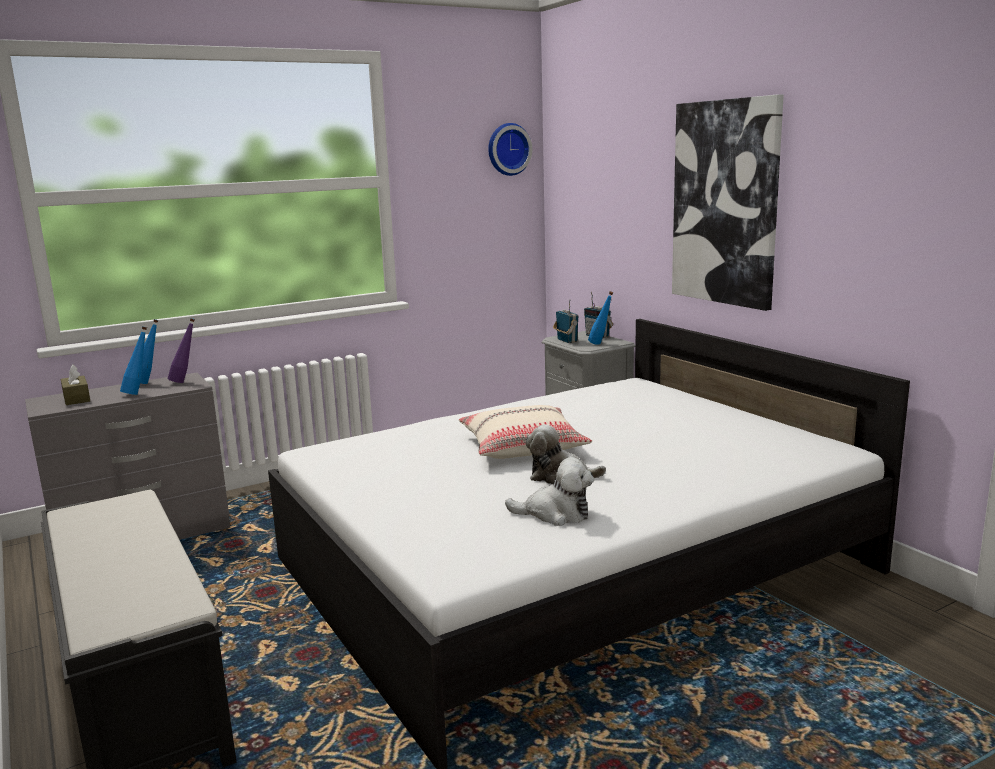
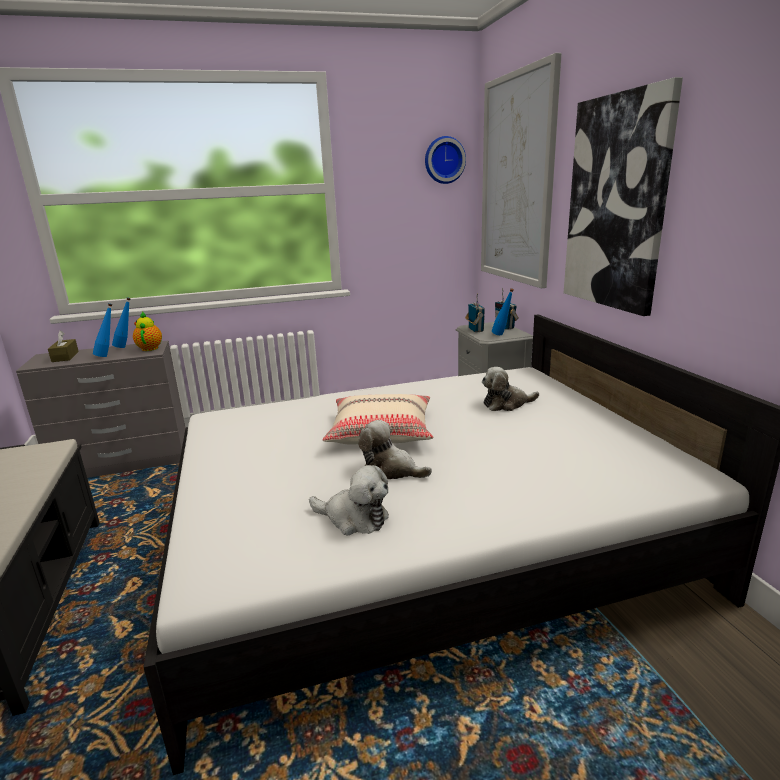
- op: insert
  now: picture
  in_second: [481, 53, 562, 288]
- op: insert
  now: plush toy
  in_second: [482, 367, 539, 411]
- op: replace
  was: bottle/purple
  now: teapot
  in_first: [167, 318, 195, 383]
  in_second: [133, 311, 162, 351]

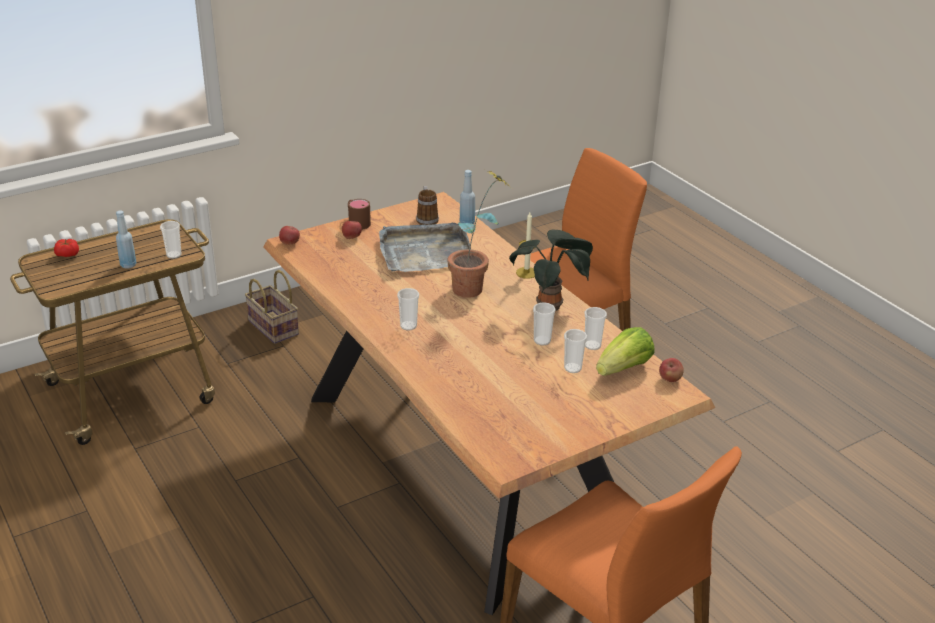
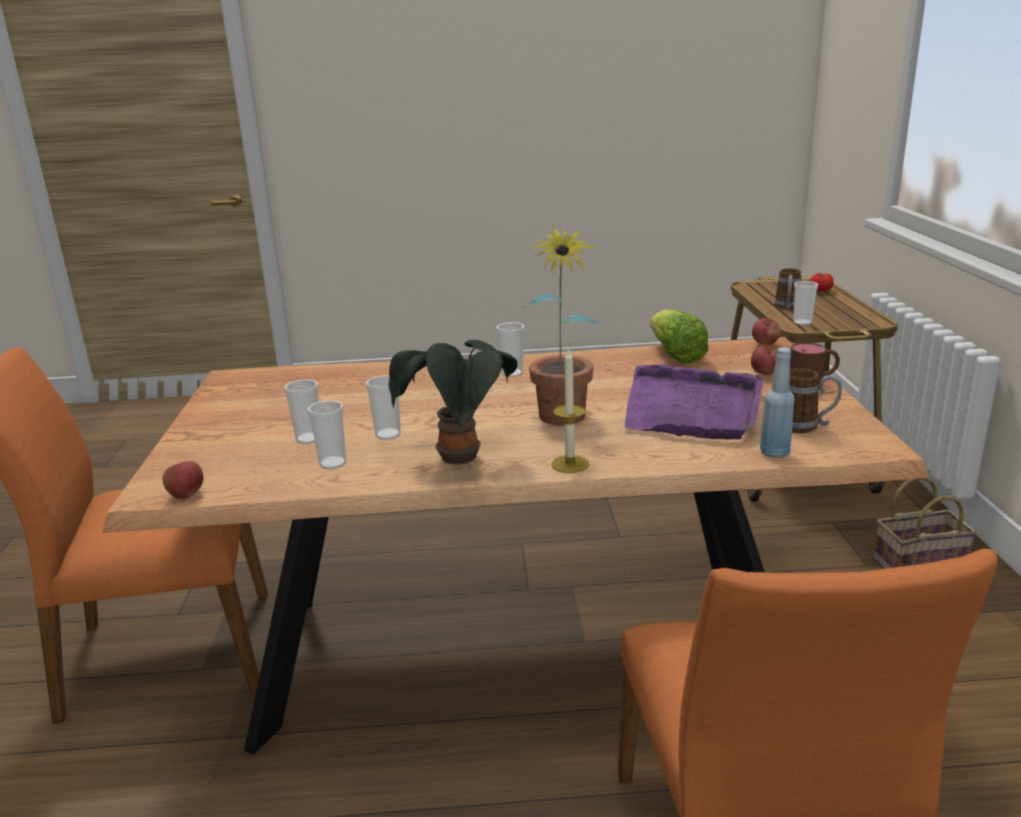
- op: move
  was: lettuce
  in_first: [596, 327, 655, 376]
  in_second: [650, 309, 709, 363]
- op: replace
  was: bottle/blue
  now: mug
  in_first: [116, 210, 137, 269]
  in_second: [774, 268, 801, 309]
- op: recolor
  was: tray/grey
  now: tray/purple
  in_first: [379, 223, 471, 272]
  in_second: [624, 364, 764, 439]

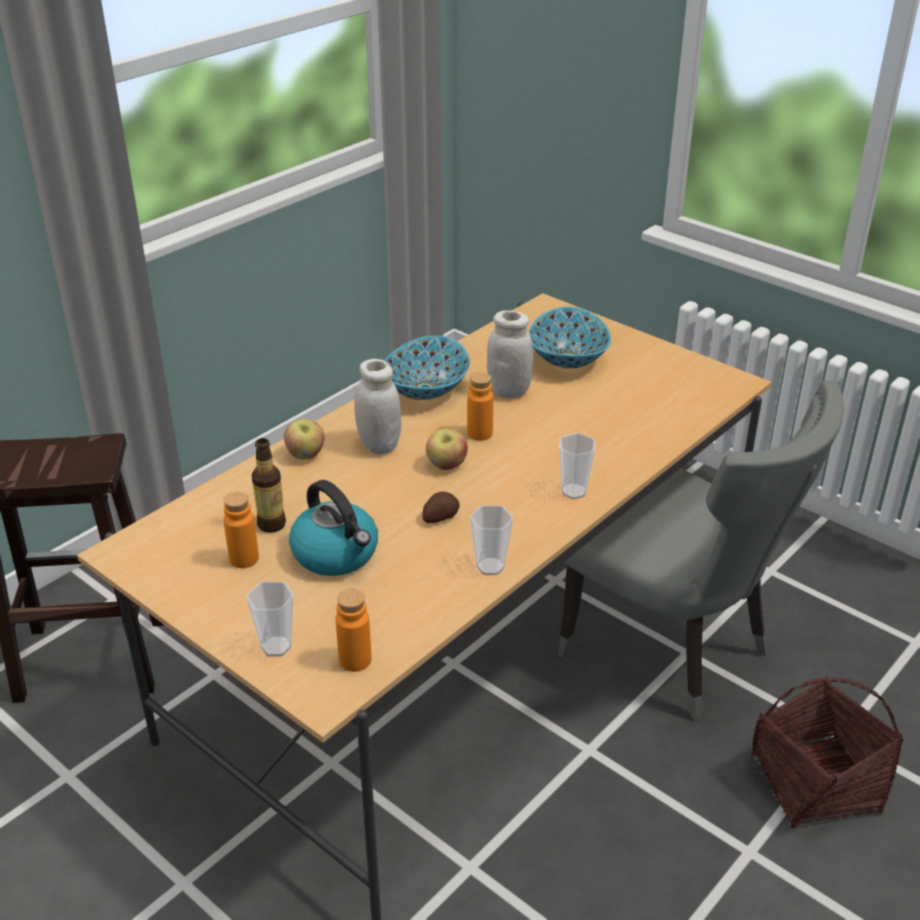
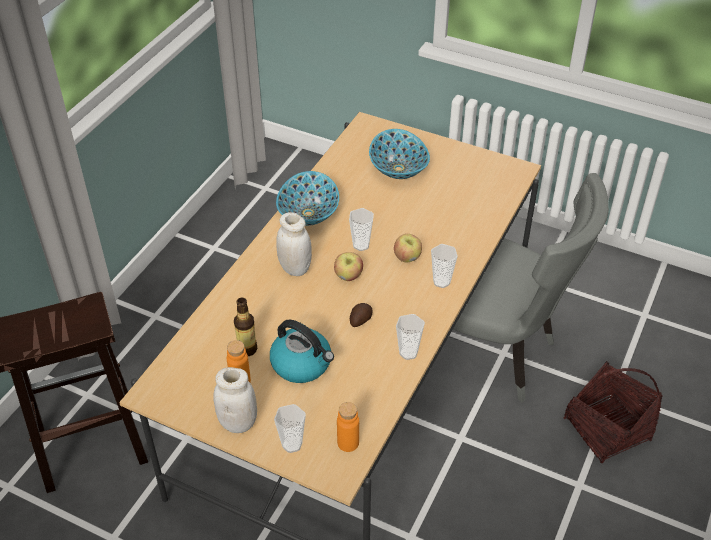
- op: move
  was: apple
  in_first: [284, 419, 324, 460]
  in_second: [394, 234, 422, 262]
- op: move
  was: jar/white
  in_first: [487, 310, 533, 398]
  in_second: [213, 367, 257, 433]
- op: replace
  was: bottle/orange
  now: cup
  in_first: [467, 372, 493, 441]
  in_second: [349, 208, 374, 251]

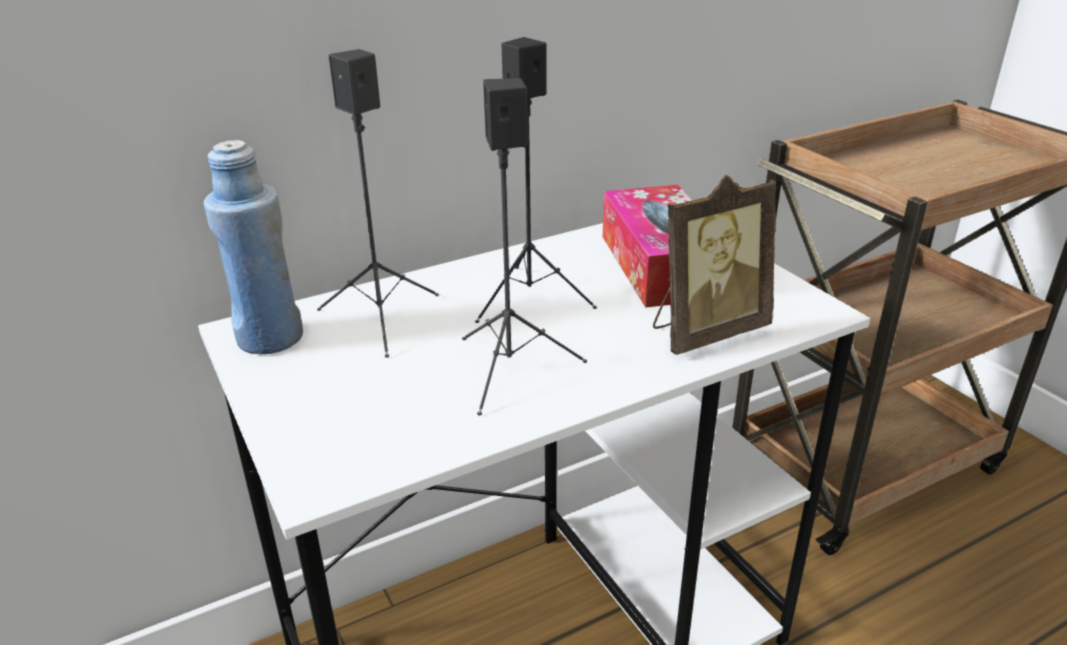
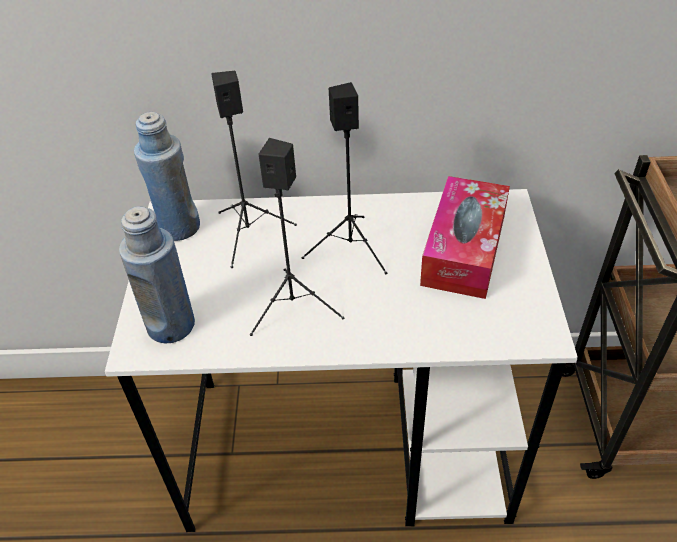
- op: delete
  was: picture frame
  in_first: [653, 175, 777, 355]
- op: insert
  now: bottle/blue
  in_second: [119, 206, 195, 343]

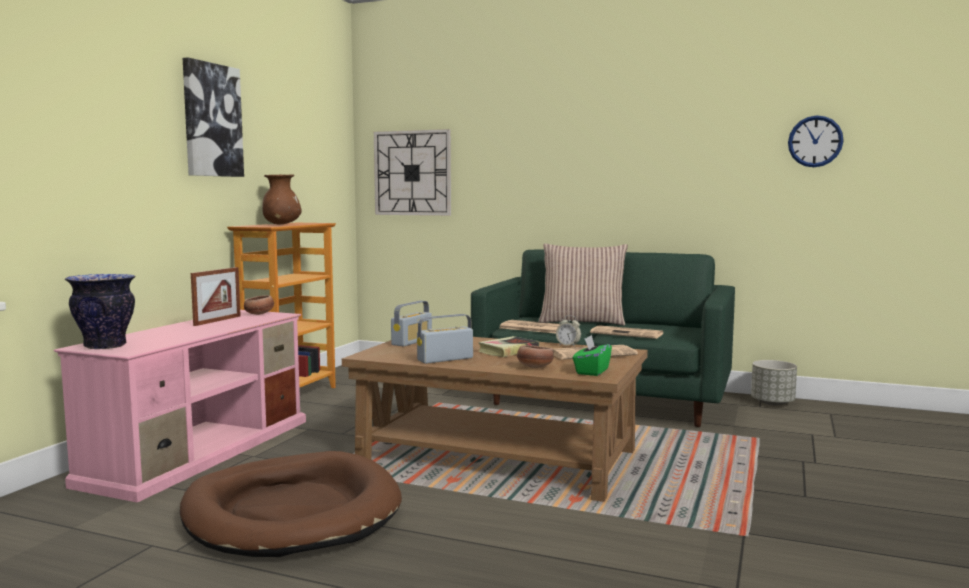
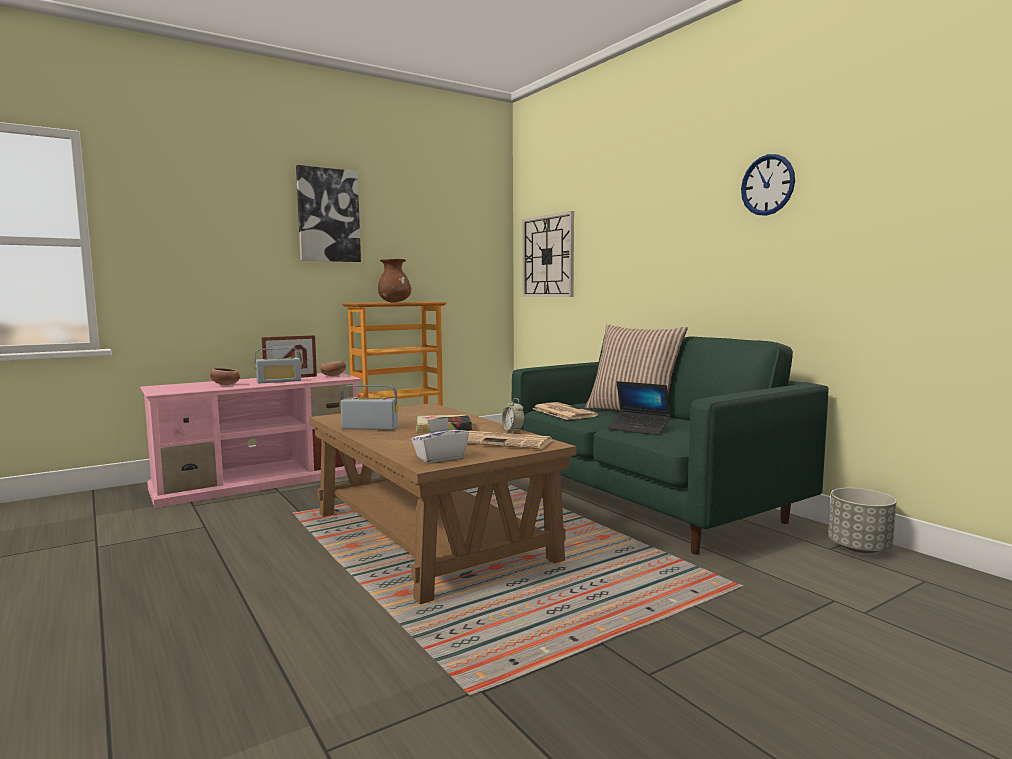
- op: delete
  was: vase
  in_first: [65, 274, 136, 349]
- op: delete
  was: dog bed/brown
  in_first: [180, 451, 402, 557]
- op: move
  was: radio
  in_first: [391, 301, 432, 346]
  in_second: [255, 348, 302, 383]
- op: move
  was: bowl
  in_first: [517, 345, 554, 368]
  in_second: [210, 368, 240, 385]
- op: move
  was: wall clock
  in_first: [788, 115, 844, 167]
  in_second: [741, 154, 795, 216]
- op: replace
  was: newspaper
  now: laptop
  in_first: [590, 325, 664, 339]
  in_second: [607, 381, 671, 435]
- op: recolor
  was: tissue box/green
  now: tissue box/white
  in_first: [573, 335, 612, 376]
  in_second: [411, 417, 469, 463]

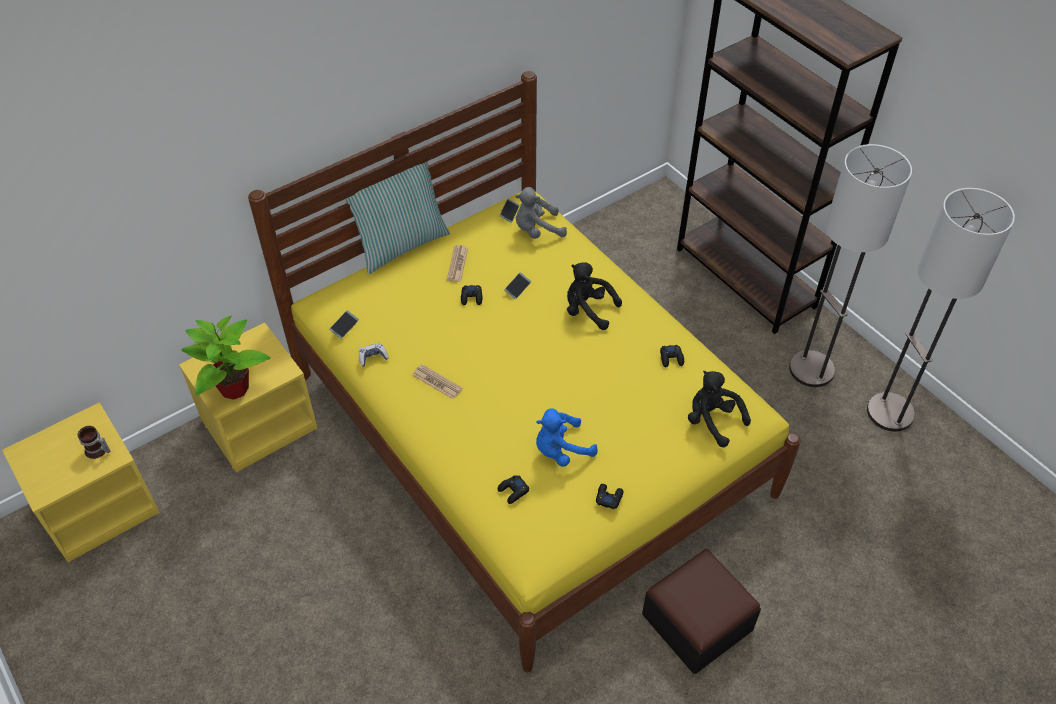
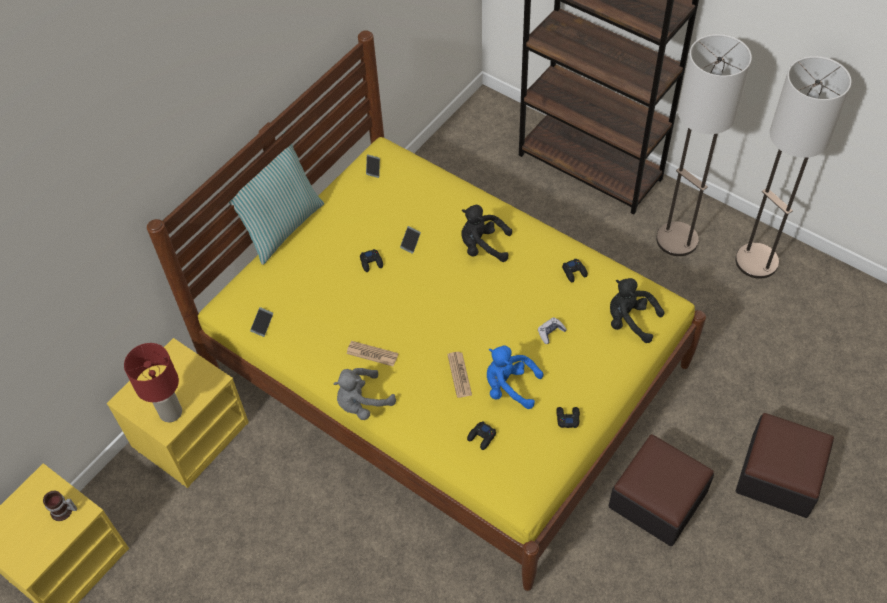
- op: insert
  now: ottoman
  in_second: [736, 413, 834, 518]
- op: move
  was: game controller
  in_first: [359, 343, 389, 366]
  in_second: [538, 317, 567, 344]
- op: move
  was: newspaper
  in_first: [447, 245, 468, 282]
  in_second: [447, 352, 472, 398]
- op: move
  was: plush toy/grey
  in_first: [515, 187, 567, 239]
  in_second: [333, 368, 396, 420]
- op: replace
  was: potted plant
  now: table lamp/red
  in_first: [181, 316, 270, 400]
  in_second: [124, 343, 182, 422]
- op: rotate
  was: plush toy/blue
  in_first: [536, 409, 598, 467]
  in_second: [487, 346, 543, 409]
  clockwise: 60

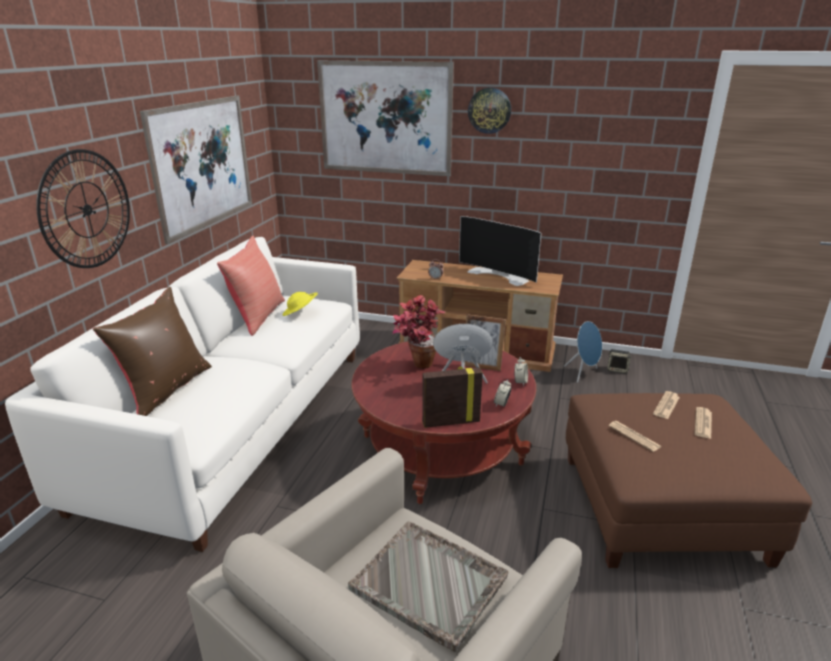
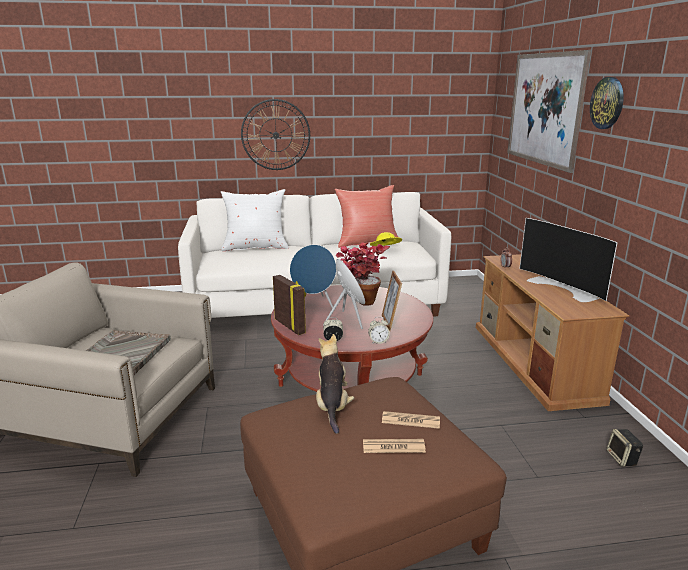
- op: delete
  was: picture
  in_first: [140, 95, 252, 244]
- op: move
  was: speaker/blue
  in_first: [564, 321, 602, 383]
  in_second: [290, 245, 336, 308]
- op: replace
  was: newspaper
  now: plush toy
  in_first: [609, 421, 662, 452]
  in_second: [316, 334, 354, 434]
- op: recolor
  was: pillow/brown
  now: pillow/white
  in_first: [93, 287, 212, 416]
  in_second: [221, 189, 289, 251]
- op: rotate
  was: television
  in_first: [459, 216, 541, 286]
  in_second: [519, 218, 617, 302]
  clockwise: -45

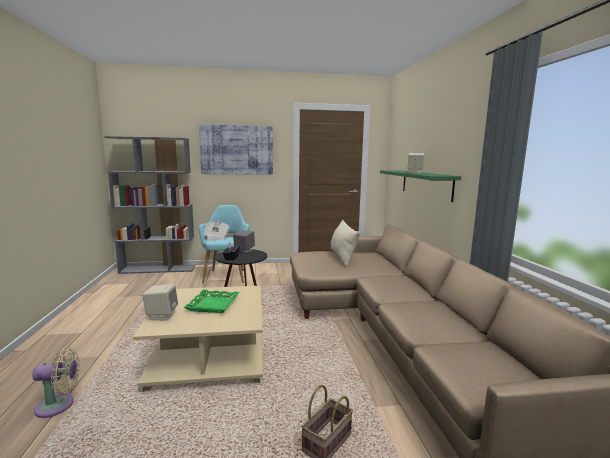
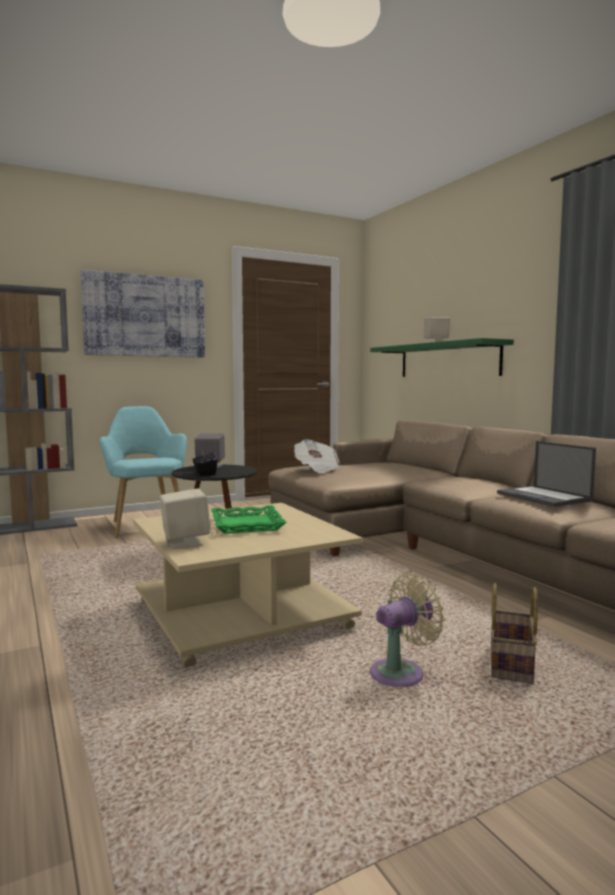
- op: delete
  was: pillow/beige
  in_first: [331, 220, 360, 267]
- op: insert
  now: laptop
  in_second: [497, 441, 596, 507]
- op: move
  was: fan/beige
  in_first: [32, 347, 80, 418]
  in_second: [370, 573, 445, 687]
- op: move
  was: newspaper
  in_first: [204, 221, 230, 241]
  in_second: [294, 440, 340, 473]

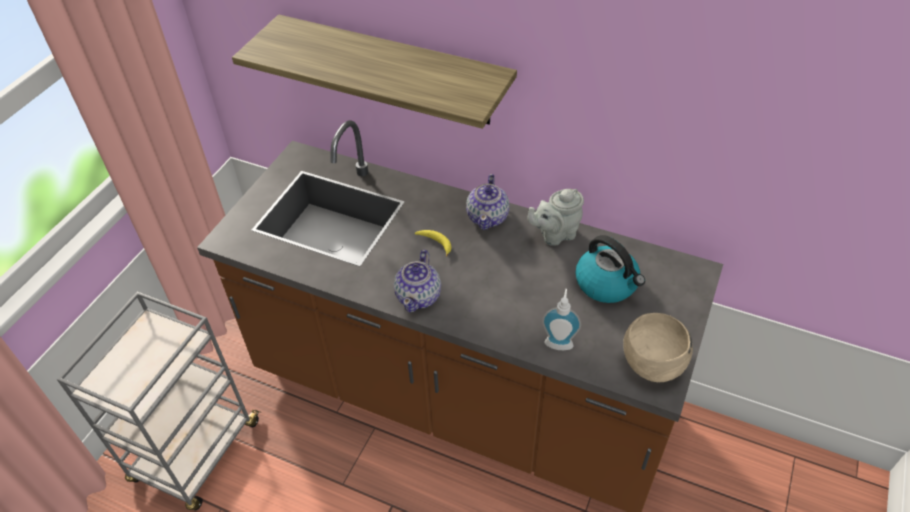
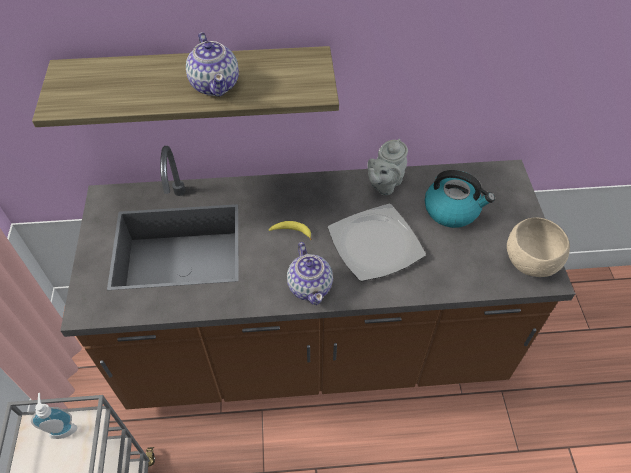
- op: insert
  now: plate
  in_second: [328, 204, 426, 282]
- op: move
  was: teapot
  in_first: [466, 174, 509, 230]
  in_second: [186, 32, 239, 97]
- op: move
  was: soap dispenser
  in_first: [542, 289, 581, 350]
  in_second: [31, 393, 77, 439]

